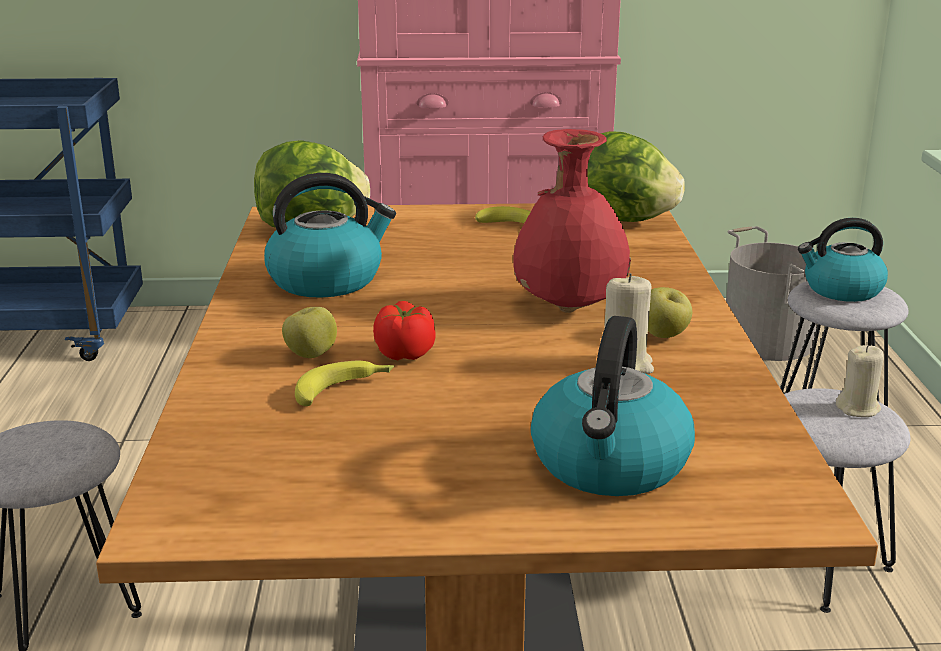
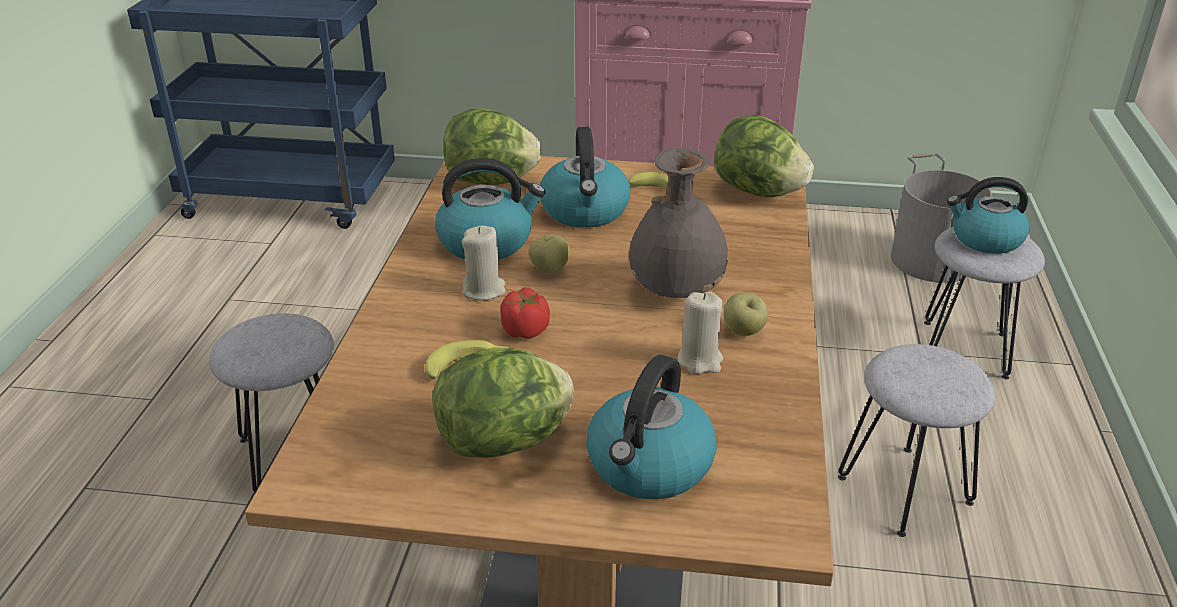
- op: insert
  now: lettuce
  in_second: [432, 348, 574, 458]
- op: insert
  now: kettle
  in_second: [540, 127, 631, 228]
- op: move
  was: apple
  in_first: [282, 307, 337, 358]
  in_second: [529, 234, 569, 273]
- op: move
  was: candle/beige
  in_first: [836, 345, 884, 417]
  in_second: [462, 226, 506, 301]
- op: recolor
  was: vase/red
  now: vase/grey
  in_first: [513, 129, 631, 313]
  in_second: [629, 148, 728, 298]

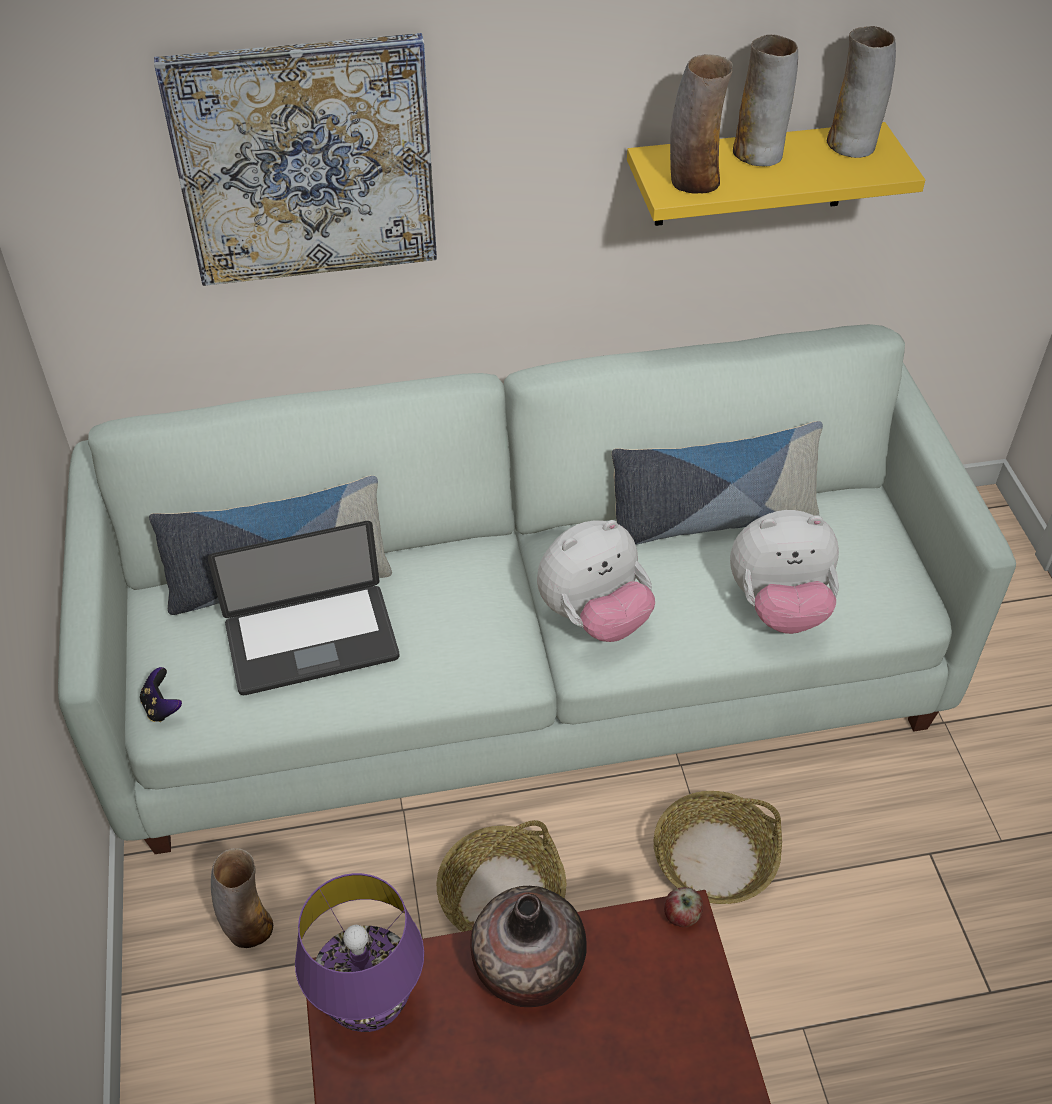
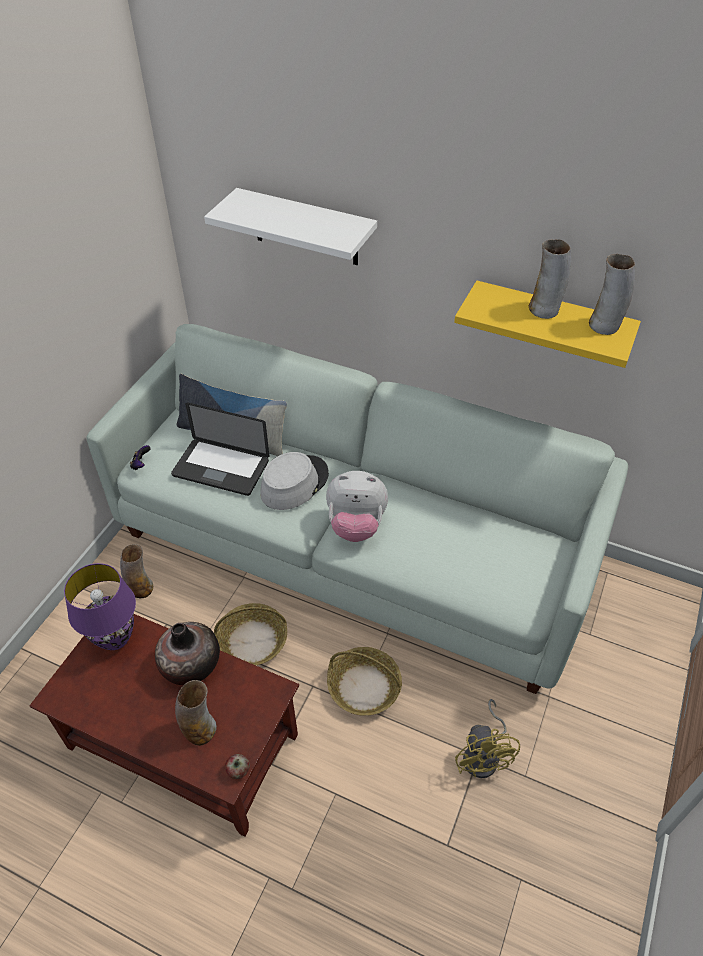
- op: delete
  was: pillow
  in_first: [611, 421, 823, 545]
- op: delete
  was: plush toy
  in_first: [730, 510, 839, 634]
- op: insert
  now: hat/grey
  in_second: [260, 452, 329, 510]
- op: insert
  now: fan/yellow
  in_second: [455, 699, 520, 778]
- op: move
  was: apple
  in_first: [664, 887, 703, 927]
  in_second: [225, 754, 250, 779]
- op: move
  was: vase
  in_first: [670, 54, 733, 194]
  in_second: [175, 680, 217, 746]
- op: replace
  was: picture
  now: shelf/white
  in_first: [154, 33, 437, 286]
  in_second: [204, 188, 377, 265]

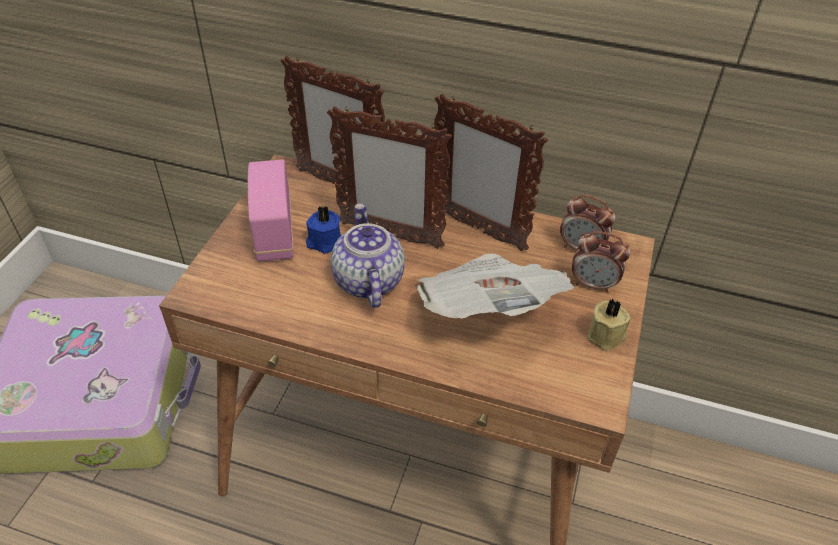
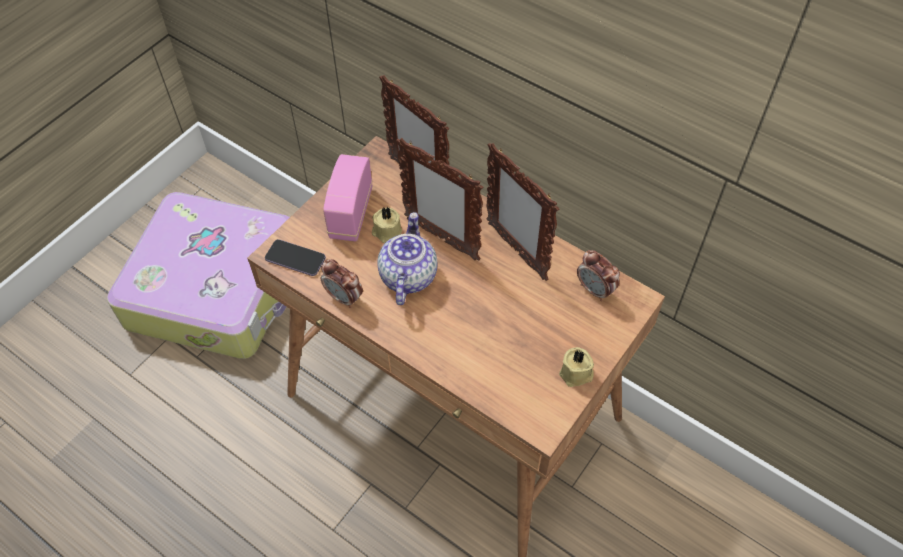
- op: delete
  was: newspaper
  in_first: [417, 253, 574, 318]
- op: insert
  now: phone
  in_second: [265, 239, 326, 276]
- op: move
  was: alarm clock
  in_first: [572, 231, 631, 293]
  in_second: [321, 259, 363, 308]
- op: recolor
  was: candle/blue
  now: candle/beige
  in_first: [306, 206, 342, 254]
  in_second: [372, 207, 402, 243]

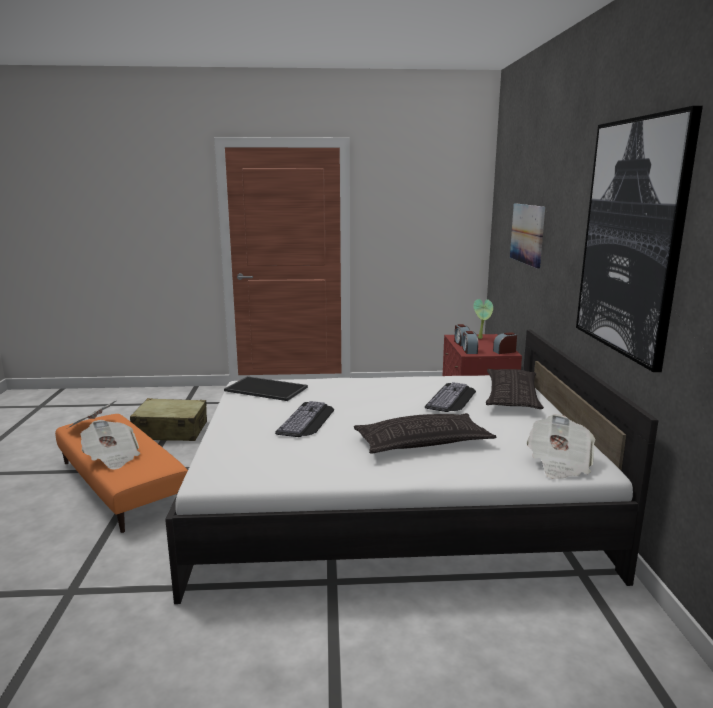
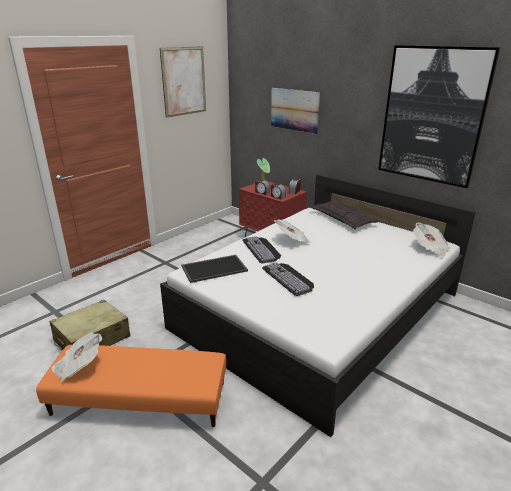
- op: delete
  was: pillow
  in_first: [354, 413, 496, 454]
- op: insert
  now: picture
  in_second: [160, 46, 206, 118]
- op: move
  was: newspaper
  in_first: [80, 420, 140, 470]
  in_second: [274, 220, 311, 243]
- op: move
  was: keyboard
  in_first: [425, 382, 476, 412]
  in_second: [242, 236, 281, 263]

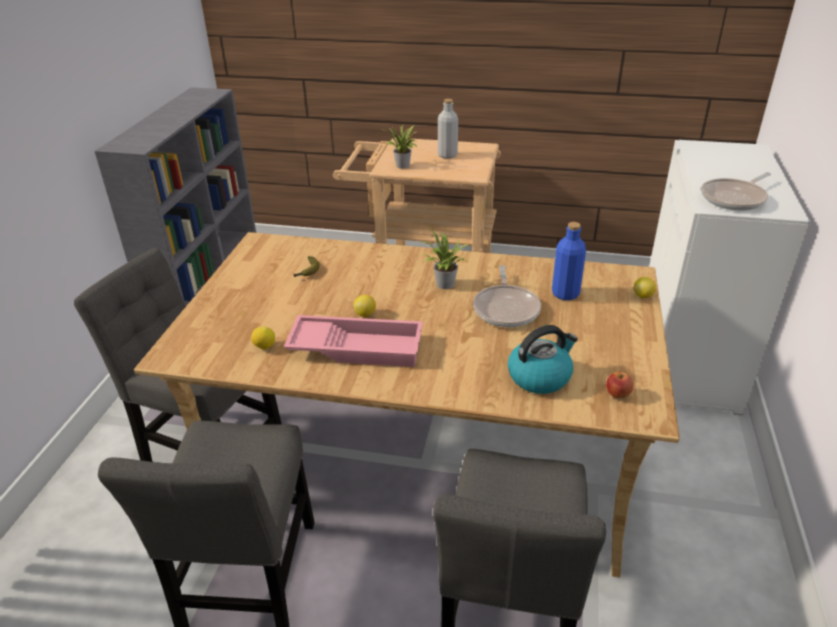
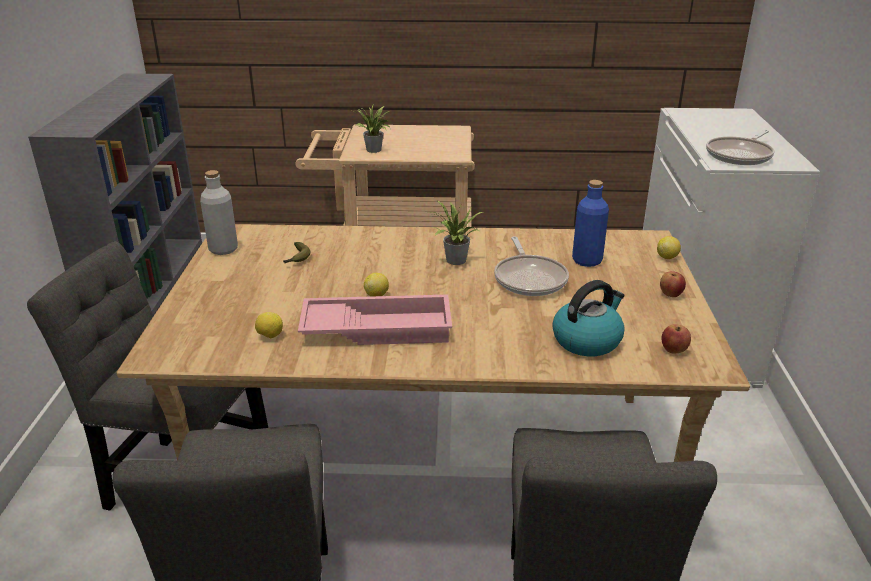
- op: insert
  now: apple
  in_second: [660, 271, 686, 297]
- op: move
  was: bottle/grey
  in_first: [438, 99, 458, 159]
  in_second: [200, 170, 238, 255]

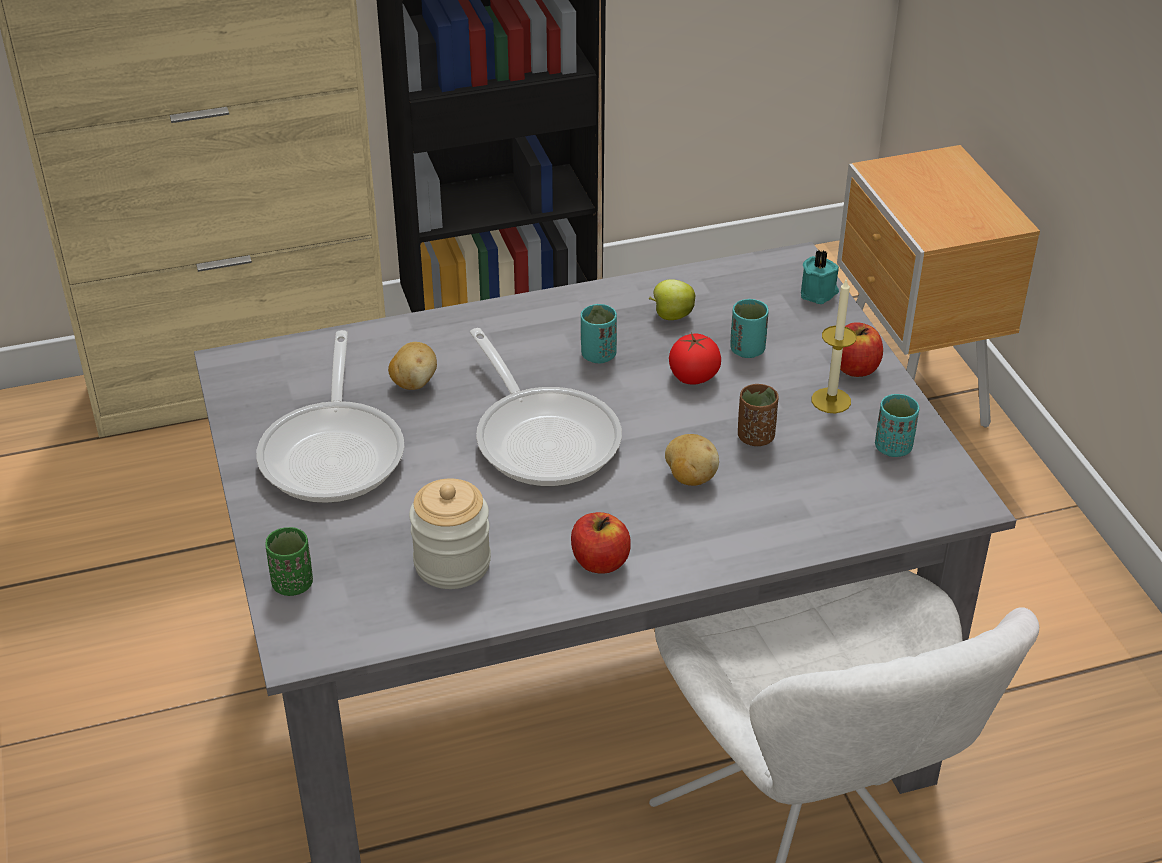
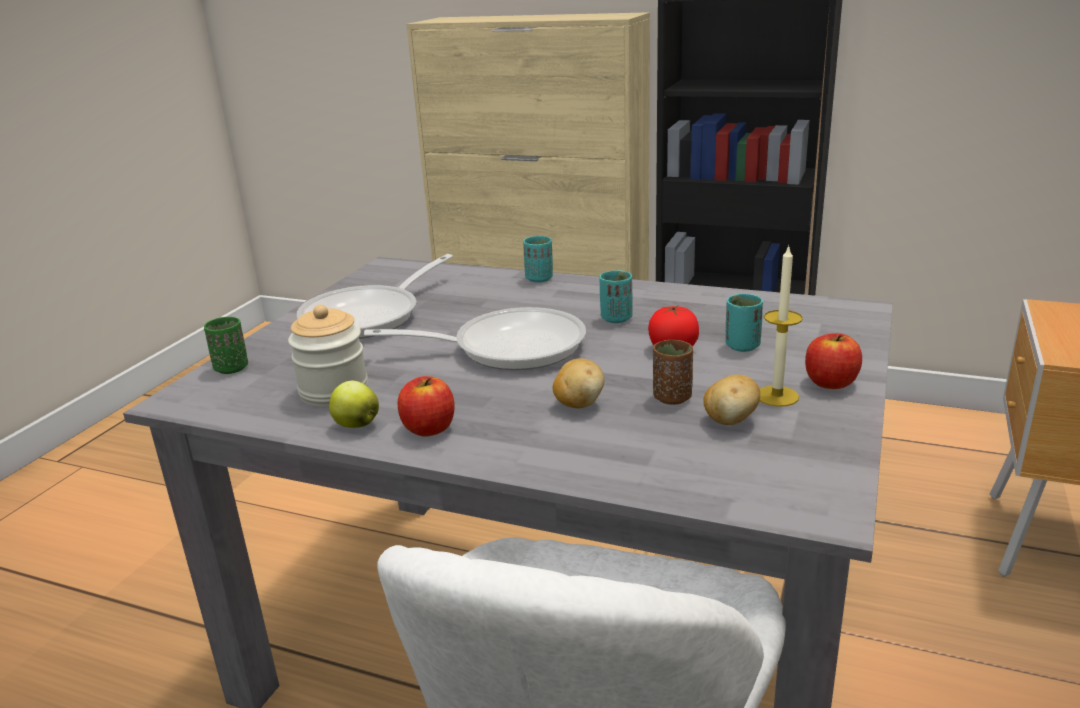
- op: delete
  was: candle/turquoise
  in_first: [801, 250, 839, 304]
- op: move
  was: potato
  in_first: [388, 342, 437, 390]
  in_second: [703, 375, 760, 425]
- op: move
  was: apple
  in_first: [649, 279, 695, 320]
  in_second: [329, 381, 379, 428]
- op: move
  was: cup/turquoise
  in_first: [875, 394, 919, 457]
  in_second: [523, 236, 553, 283]
- op: rotate
  was: frying pan
  in_first: [470, 328, 622, 487]
  in_second: [364, 307, 586, 370]
  clockwise: -105

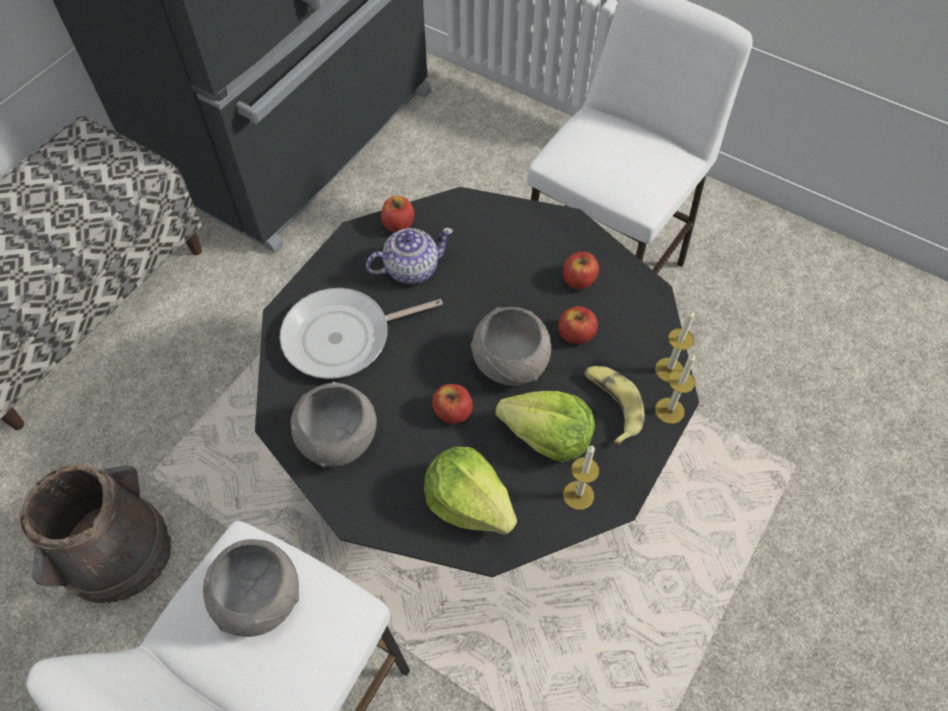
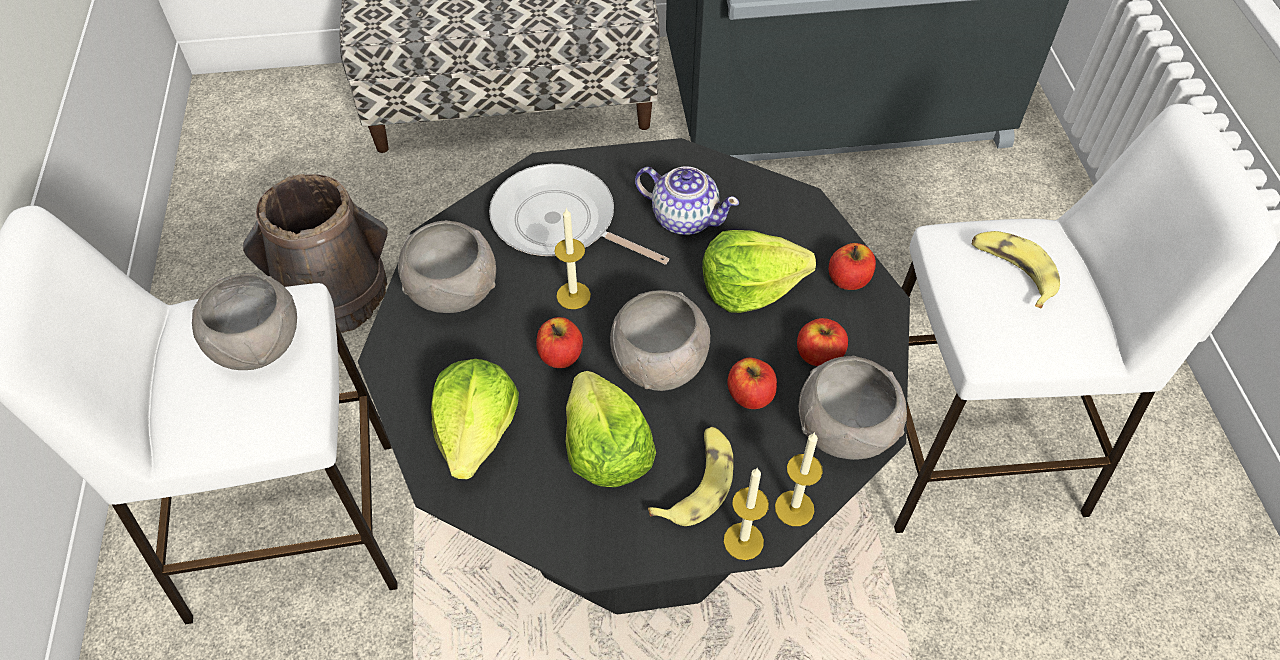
- op: insert
  now: lettuce
  in_second: [702, 230, 816, 313]
- op: insert
  now: bowl/grey
  in_second: [799, 356, 907, 460]
- op: insert
  now: banana
  in_second: [971, 231, 1060, 308]
- op: move
  was: apple
  in_first: [381, 196, 415, 233]
  in_second: [829, 243, 876, 290]
- op: move
  was: candle
  in_first: [563, 446, 600, 510]
  in_second: [554, 208, 591, 309]

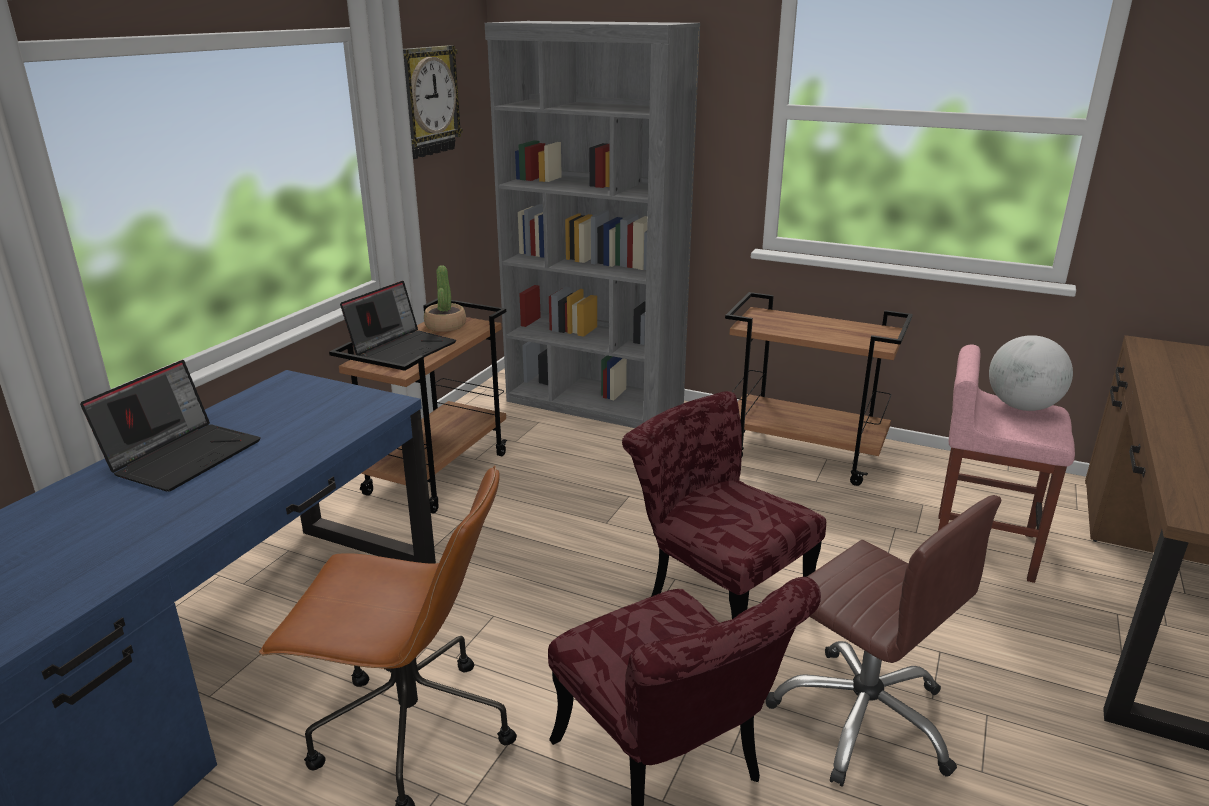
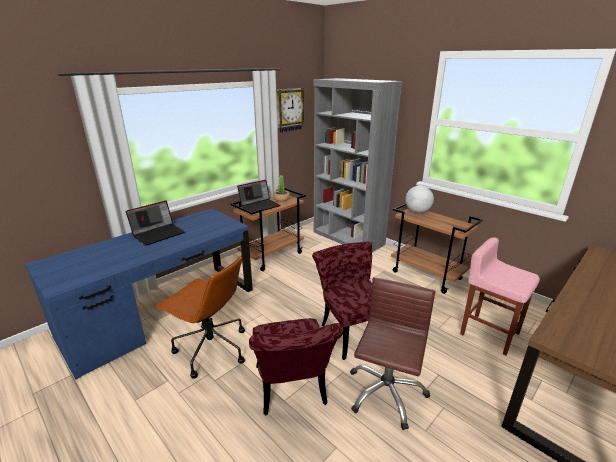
- op: move
  was: globe
  in_first: [989, 335, 1073, 411]
  in_second: [405, 186, 434, 213]
- op: rotate
  was: office chair/brown
  in_first: [766, 495, 1001, 786]
  in_second: [350, 277, 435, 430]
  clockwise: -135

